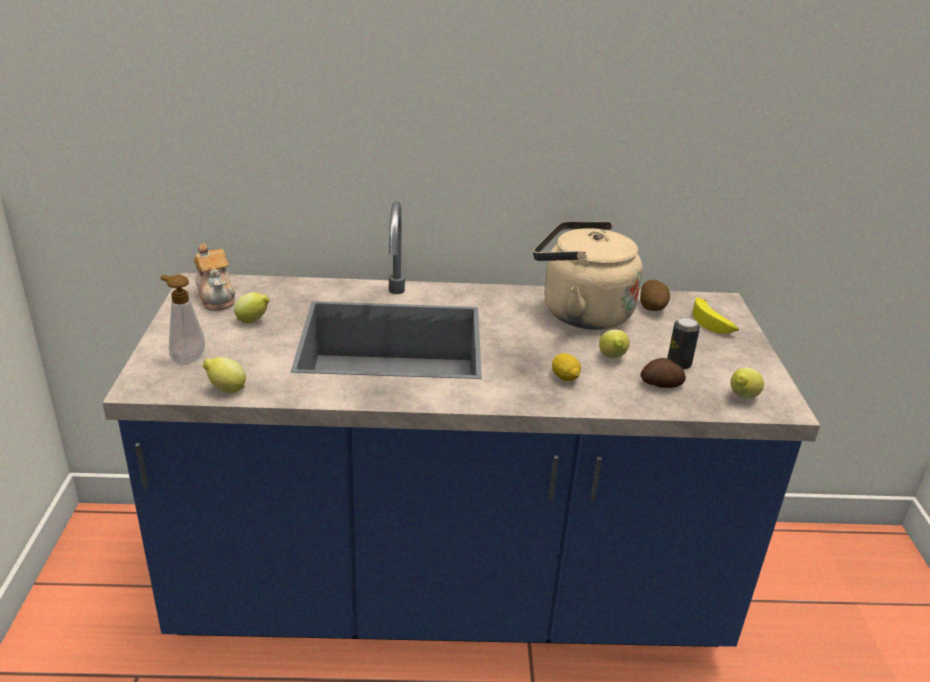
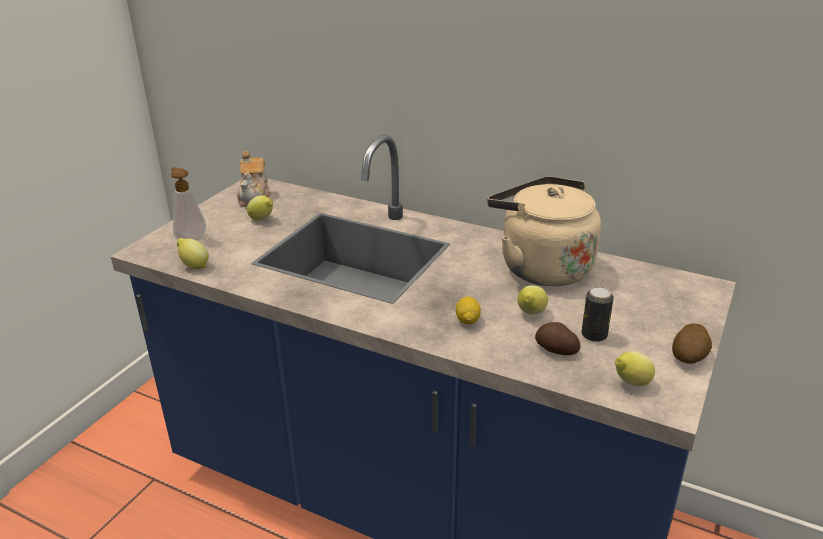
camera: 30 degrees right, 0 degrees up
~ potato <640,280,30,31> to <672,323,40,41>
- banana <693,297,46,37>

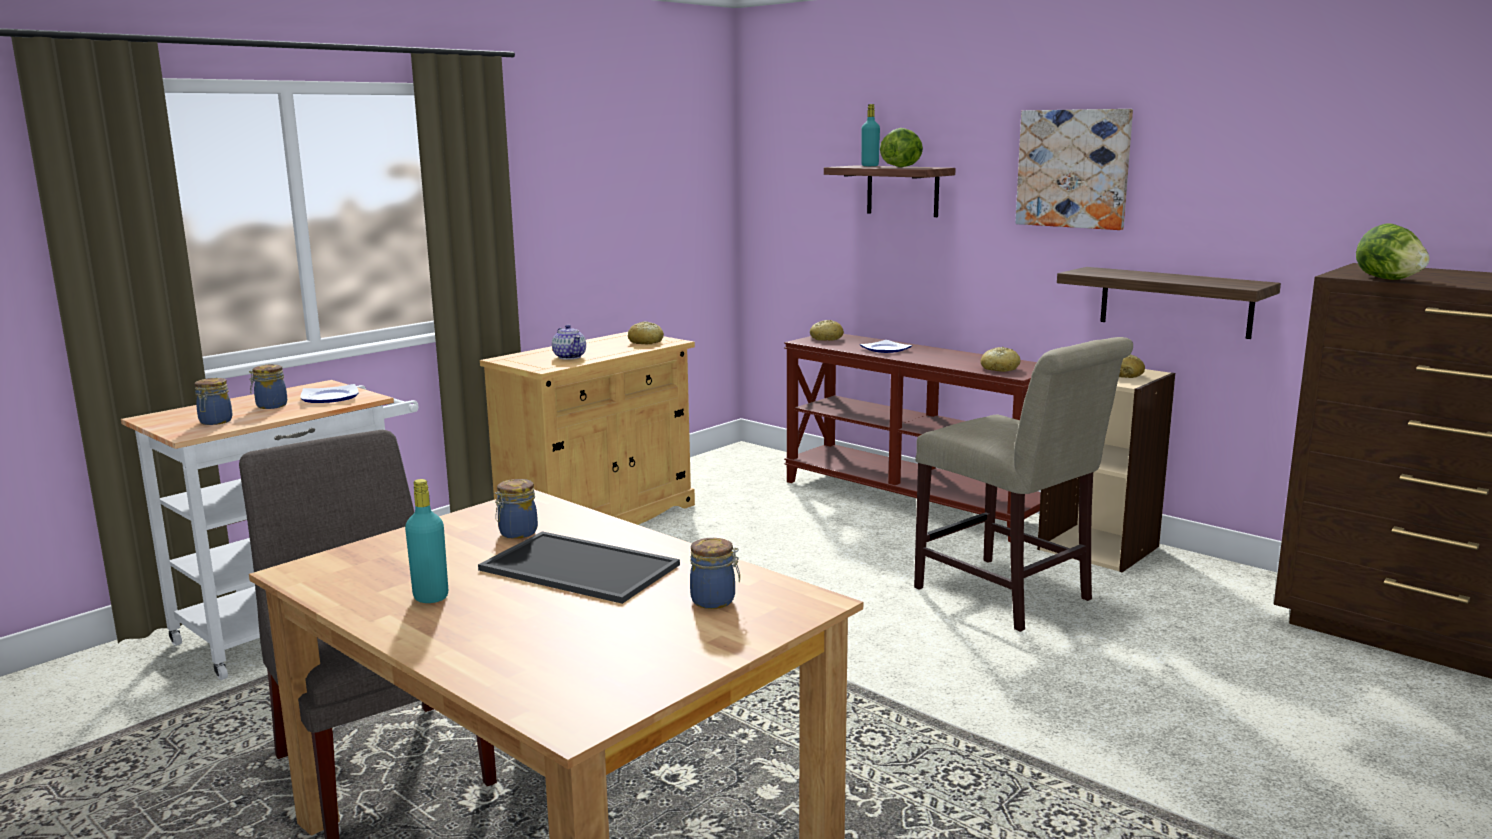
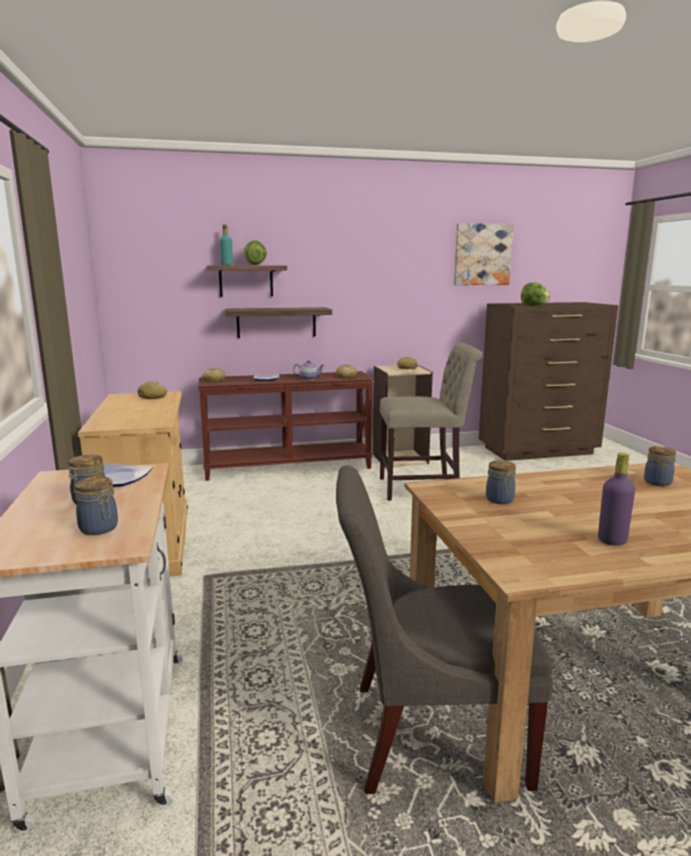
camera: 55 degrees left, 0 degrees up
~ turquoise bottle <405,479,43,124> to purple bottle <598,453,37,93>
- tray <478,531,202,73>
~ teapot <552,324,34,36> to <293,360,31,20>
~ picture <1015,109,118,121> to <454,223,59,62>
~ shelf <1057,267,224,72> to <225,307,107,31>

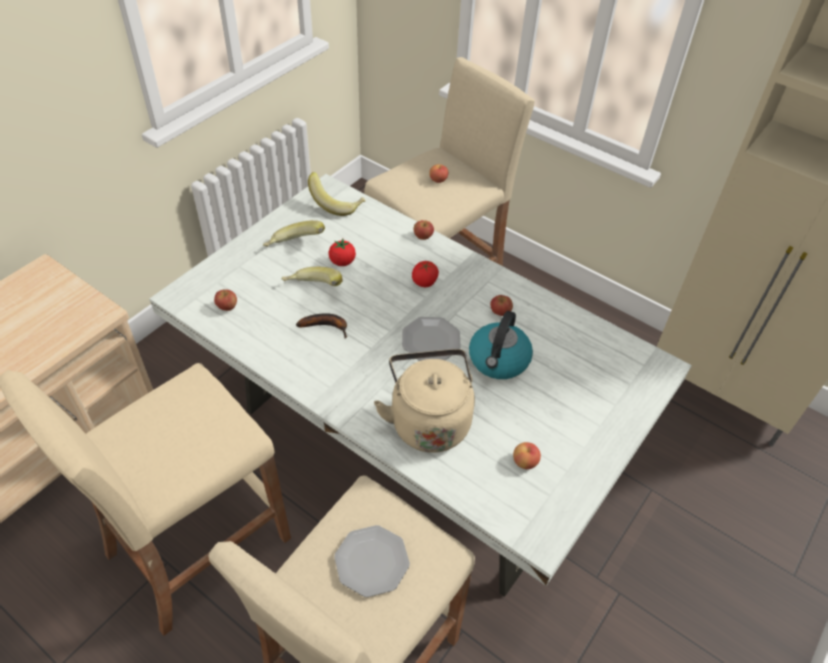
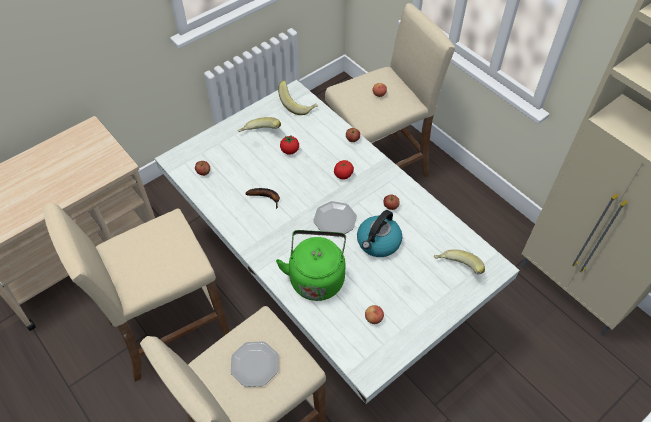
camera: 15 degrees right, 5 degrees up
~ banana <282,267,61,19> to <434,249,51,25>
~ beige kettle <374,349,101,104> to green kettle <276,230,70,71>

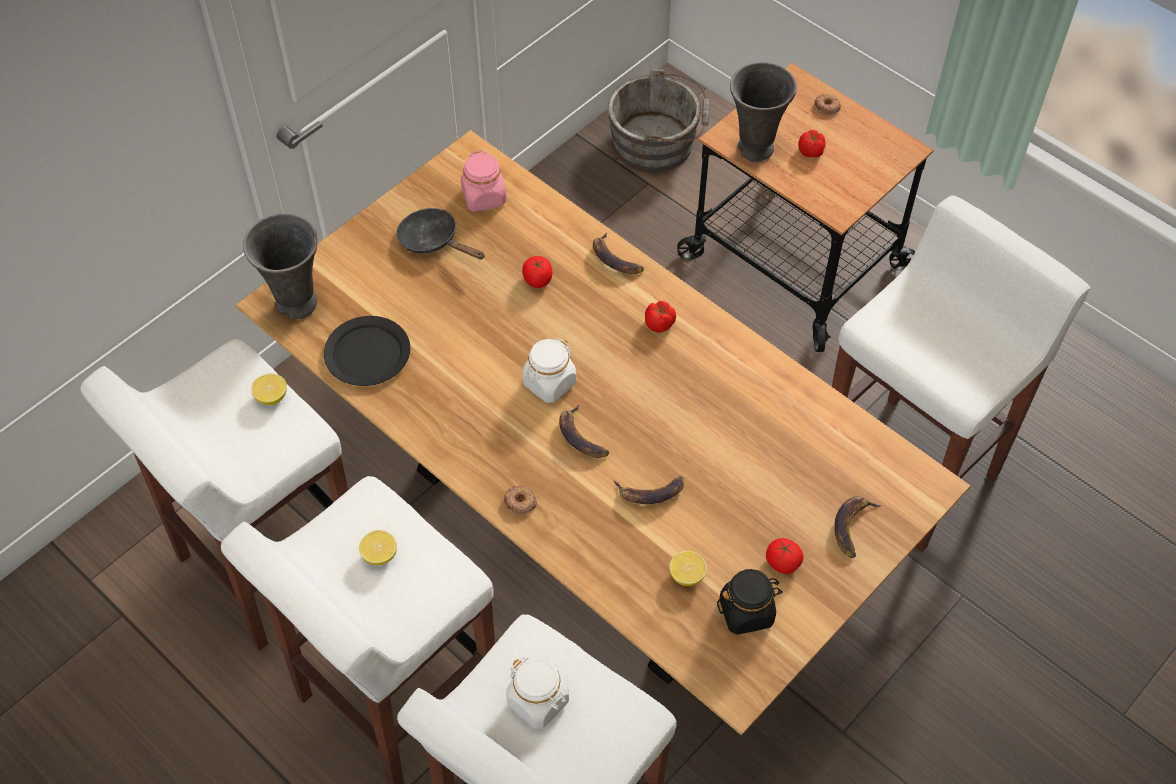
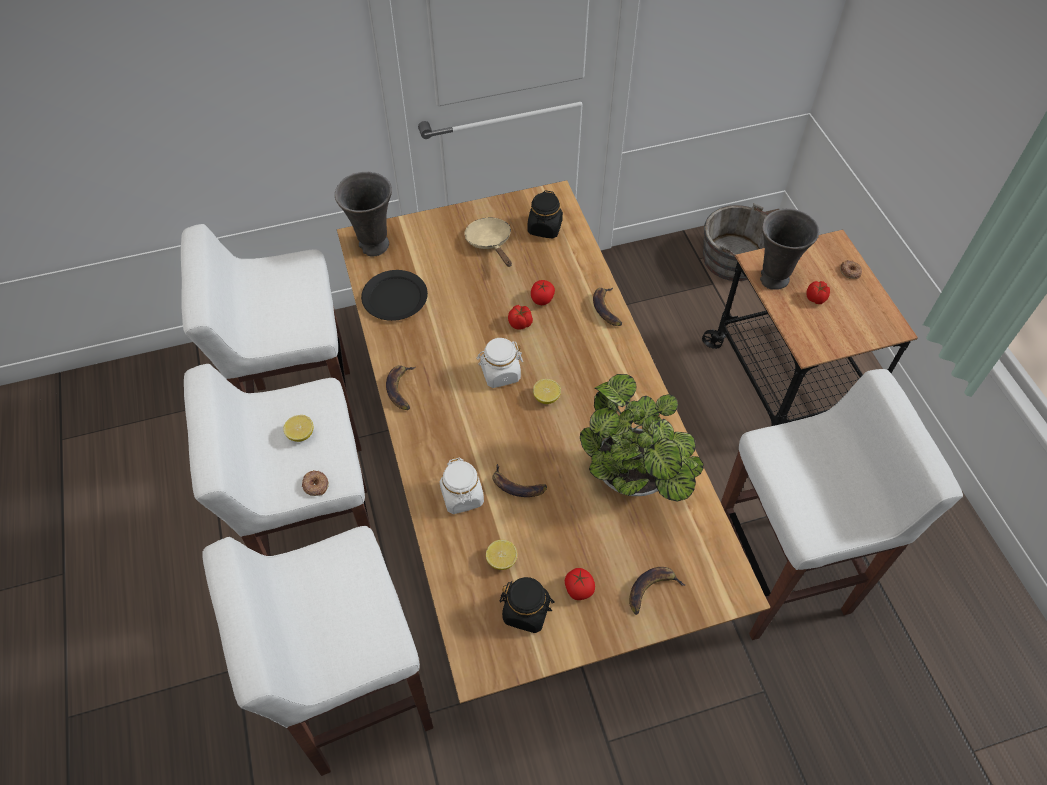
camera: 30 degrees right, 0 degrees up
~ lemon <251,374,36,31> to <533,379,28,25>
~ black frying pan <396,208,89,52> to beige frying pan <464,218,48,49>
~ pink jar <461,150,45,61> to black jar <528,190,35,49>
~ donut <504,486,33,29> to <302,470,27,26>
~ white jar <506,657,63,71> to <440,457,44,57>
~ banana <559,405,50,53> to <386,366,30,44>
~ tomato <645,301,31,32> to <508,305,25,24>
+ potted plant <580,374,124,127>

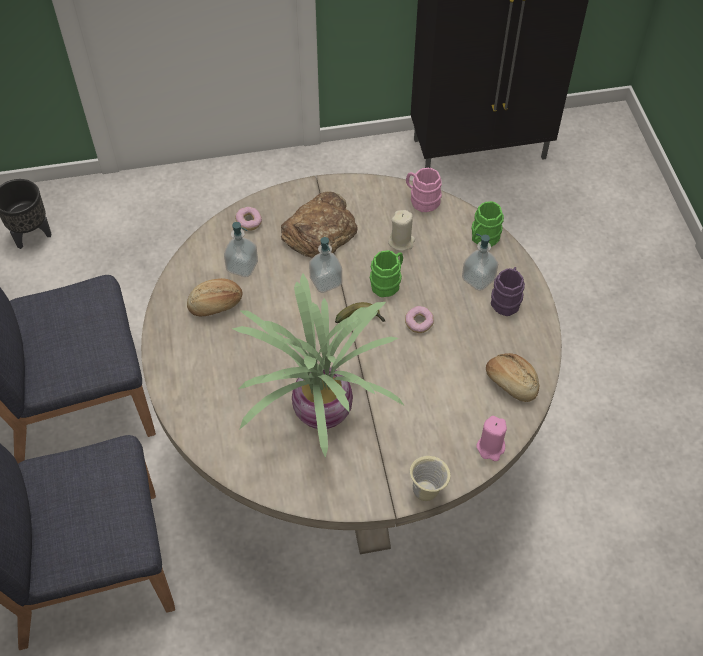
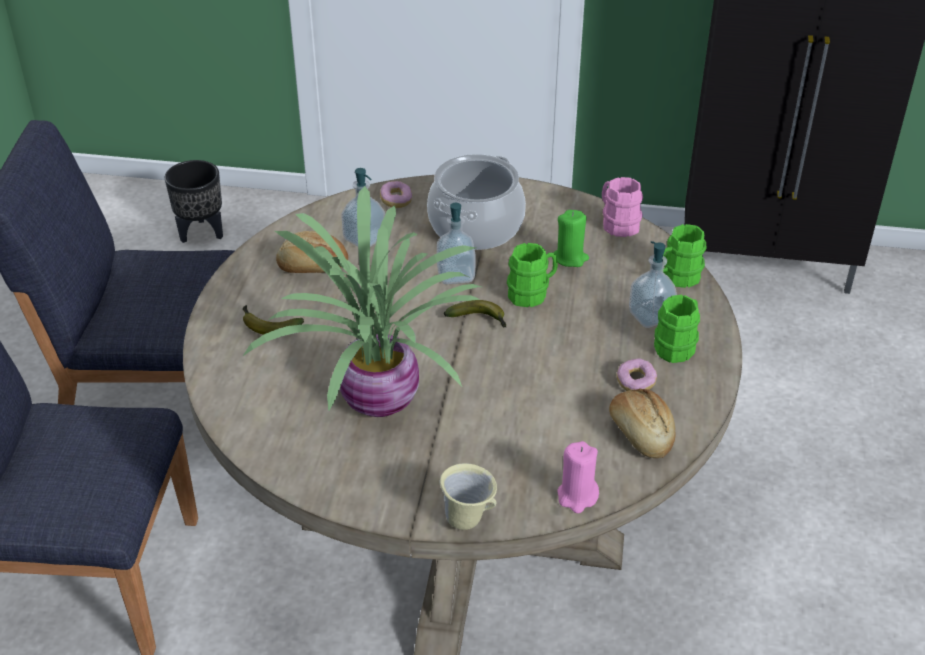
camera: 20 degrees right, 15 degrees down
~ bread <281,192,76,66> to cooking pot <427,154,99,96>
~ beige candle <388,210,27,41> to green candle <553,210,36,57>
~ donut <405,306,29,27> to <617,358,40,33>
~ purple mug <491,267,34,49> to green mug <654,295,46,68>
+ banana <243,305,61,30>

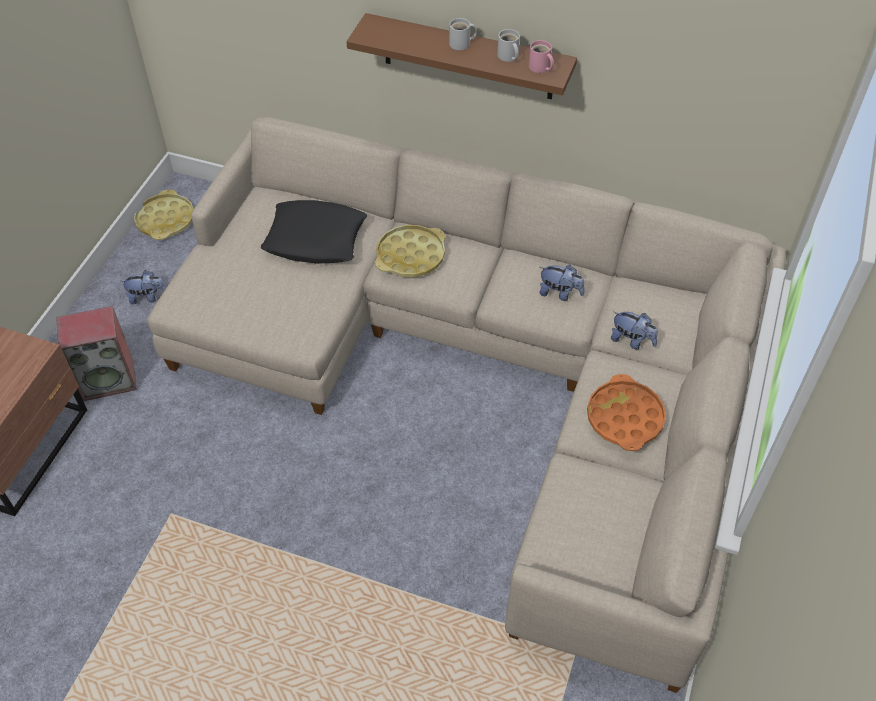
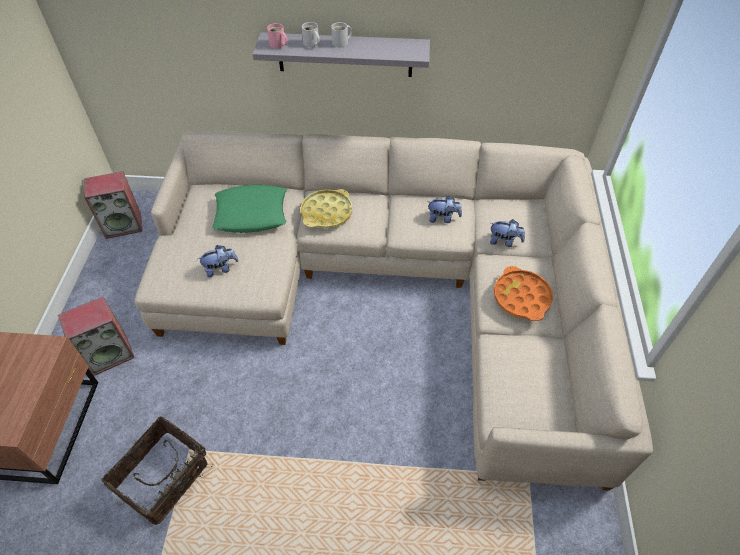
camera: 15 degrees left, 0 degrees up
~ plush toy <121,270,46,34> to <198,245,41,33>
~ yellow tray <134,190,60,50> to speaker <84,171,58,68>
~ black pillow <261,200,106,64> to green pillow <212,185,75,48>
~ brown shelf <346,13,231,86> to grey shelf <253,32,177,45>
~ white mug <497,29,23,33> to <302,22,18,25>
~ pink mug <529,40,25,33> to <267,23,21,26>
+ basket <101,416,111,109>

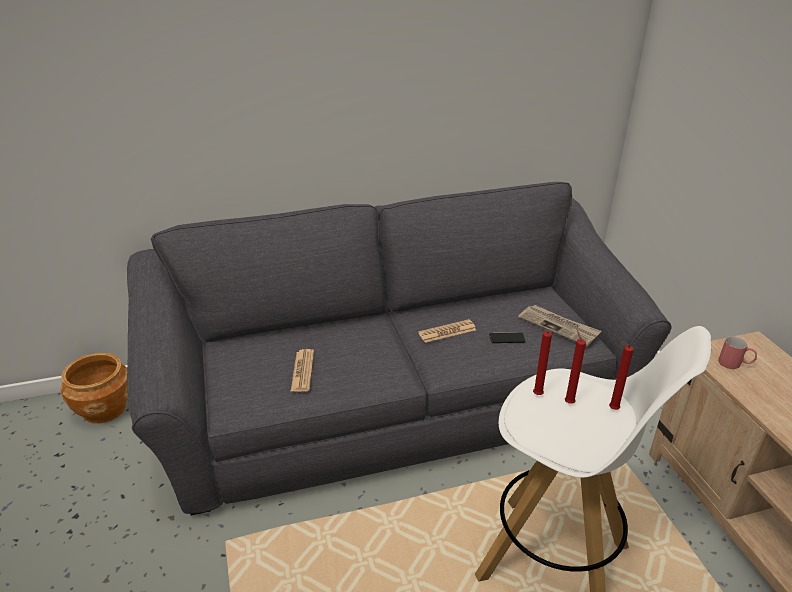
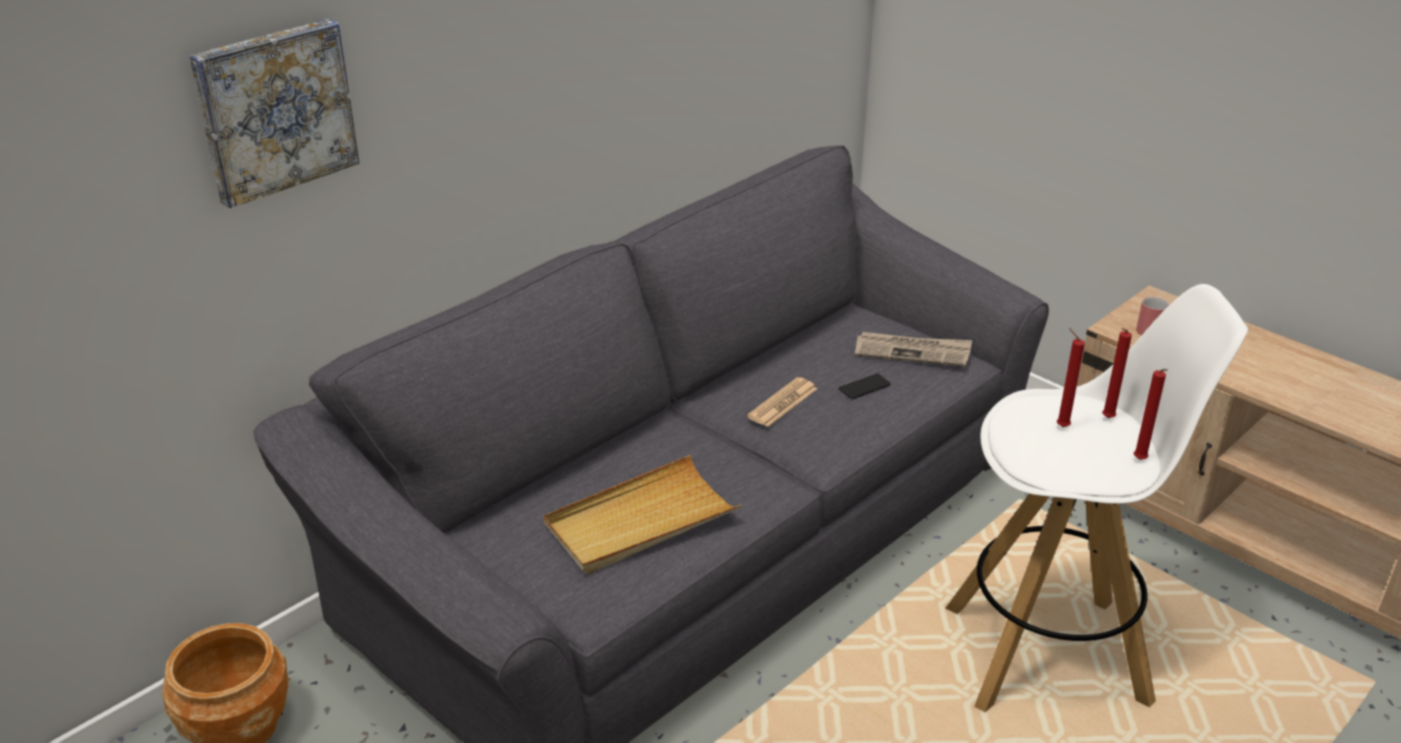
camera: 30 degrees left, 0 degrees up
~ newspaper <291,349,23,43> to beige tray <543,455,198,119>
~ red candle <533,331,19,64> to <1134,369,34,91>
+ picture <189,19,170,189>

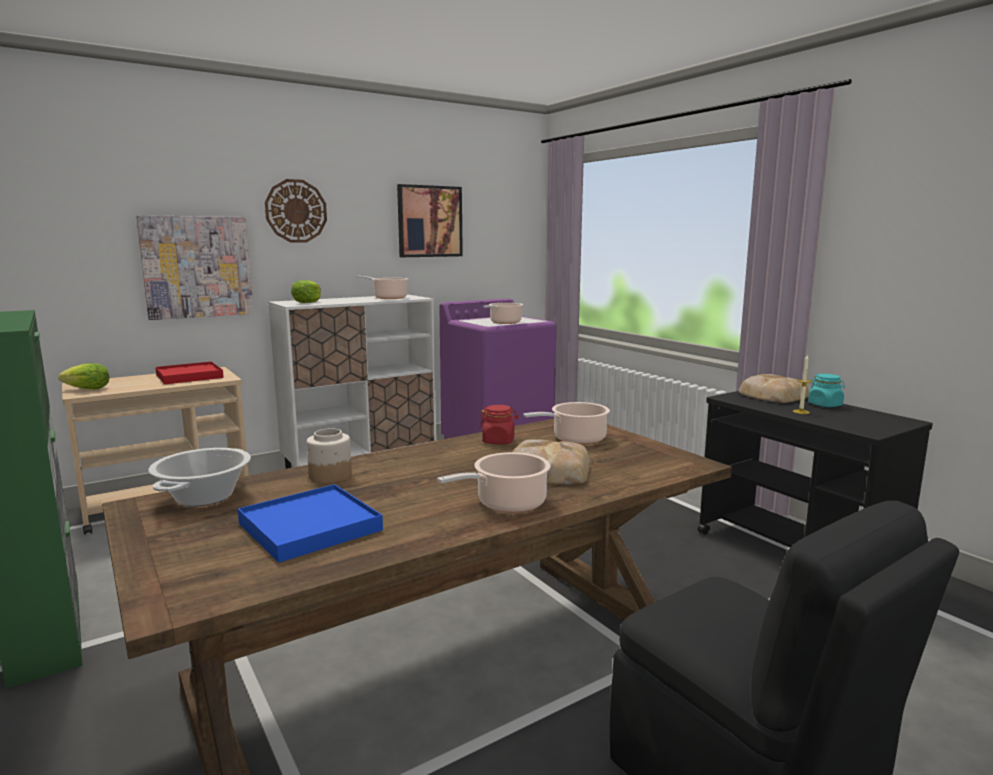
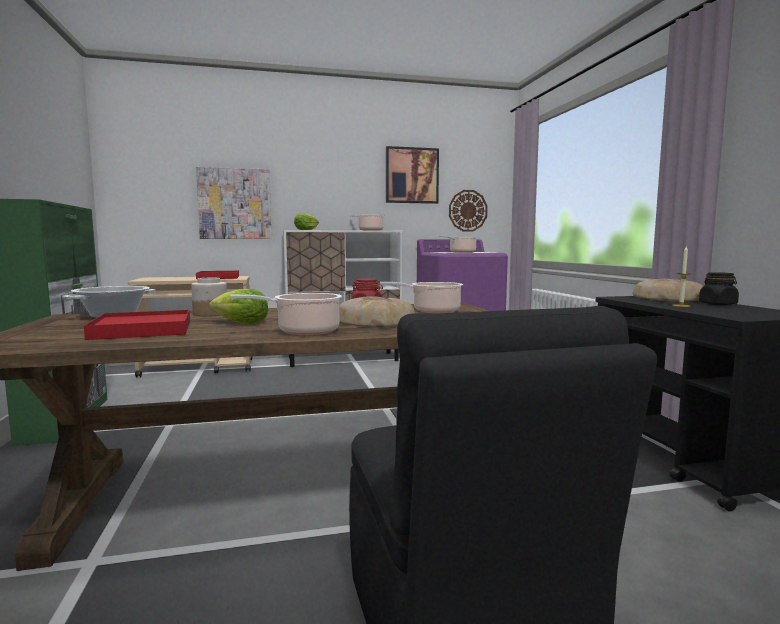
camera: 20 degrees right, 5 degrees down
~ lettuce <58,363,52,26> to <209,289,59,35>
~ blue tray <238,484,145,79> to red tray <84,310,106,30>
~ wall clock <265,179,62,64> to <449,190,39,42>
~ turquoise jar <808,374,37,33> to black jar <699,272,40,33>

